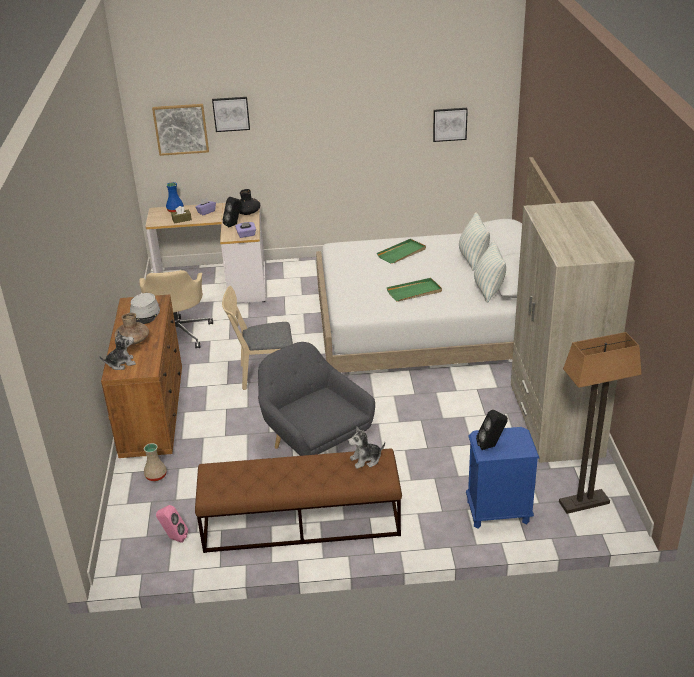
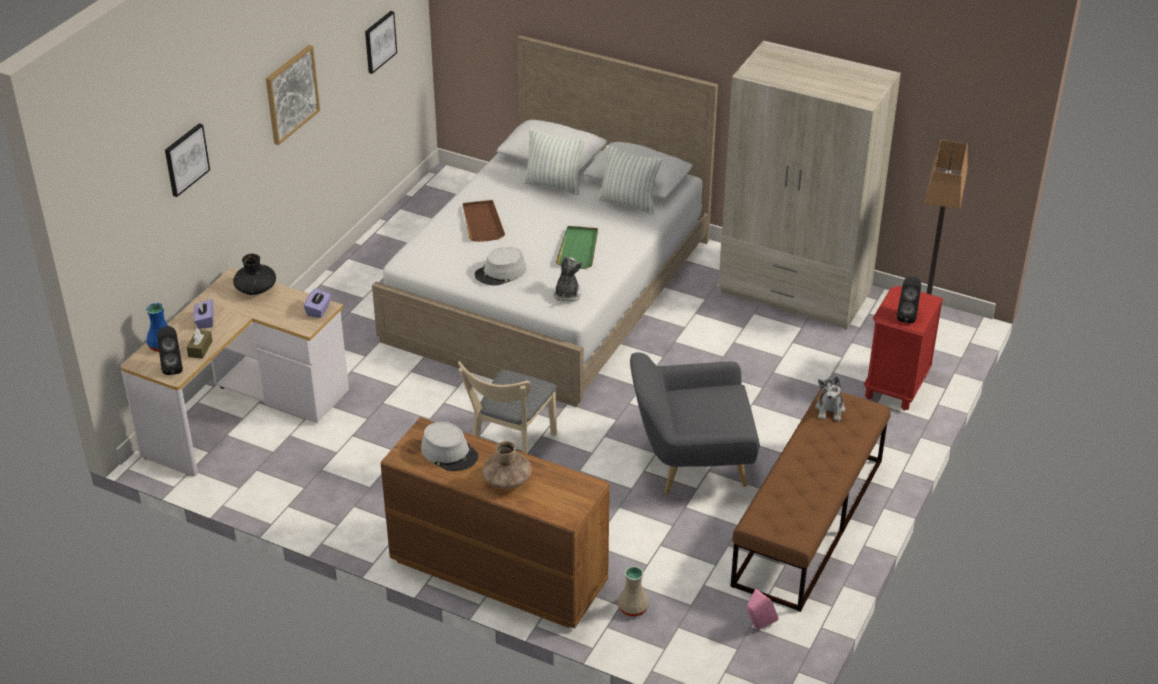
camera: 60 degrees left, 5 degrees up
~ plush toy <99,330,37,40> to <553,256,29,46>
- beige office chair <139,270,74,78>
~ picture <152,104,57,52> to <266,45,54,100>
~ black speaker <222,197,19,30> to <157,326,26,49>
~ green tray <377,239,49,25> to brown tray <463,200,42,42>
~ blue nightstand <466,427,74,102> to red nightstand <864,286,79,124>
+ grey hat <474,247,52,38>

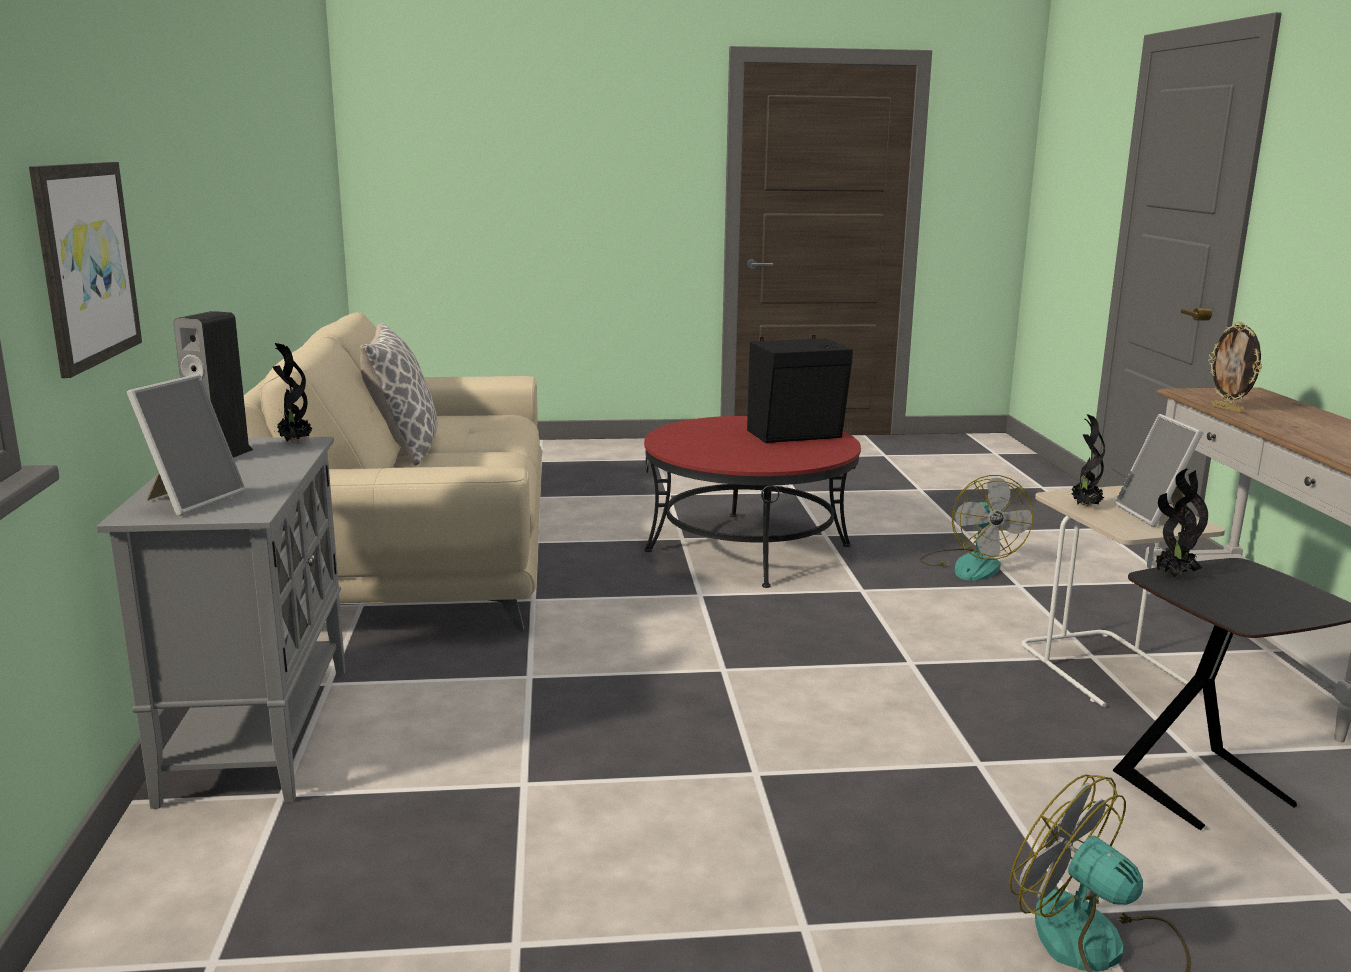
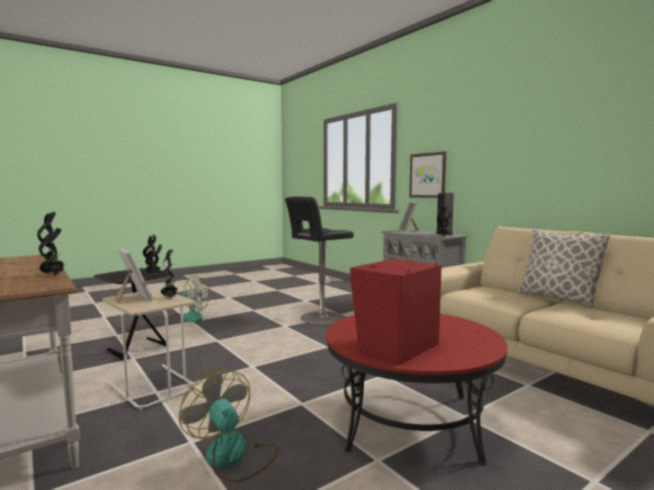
camera: 150 degrees right, 10 degrees down
~ black speaker <747,335,106,108> to red speaker <350,259,92,106>
~ picture frame <1208,322,54,91> to potted plant <37,212,26,63>
+ black stool <285,196,69,128>

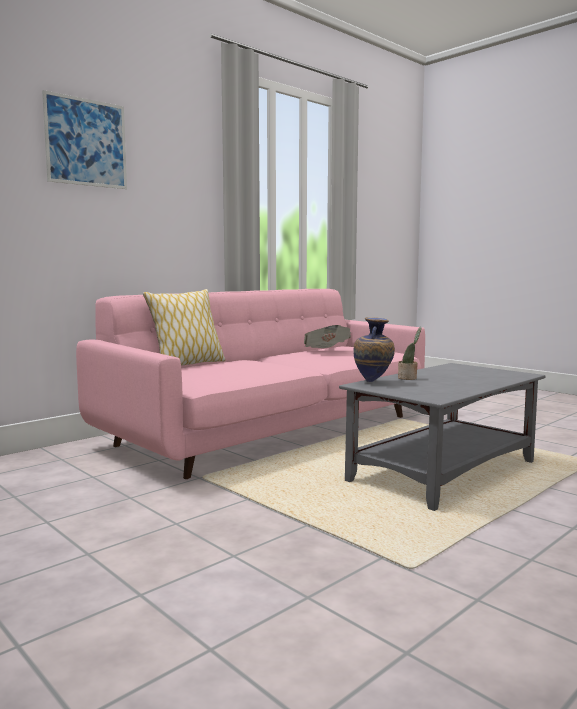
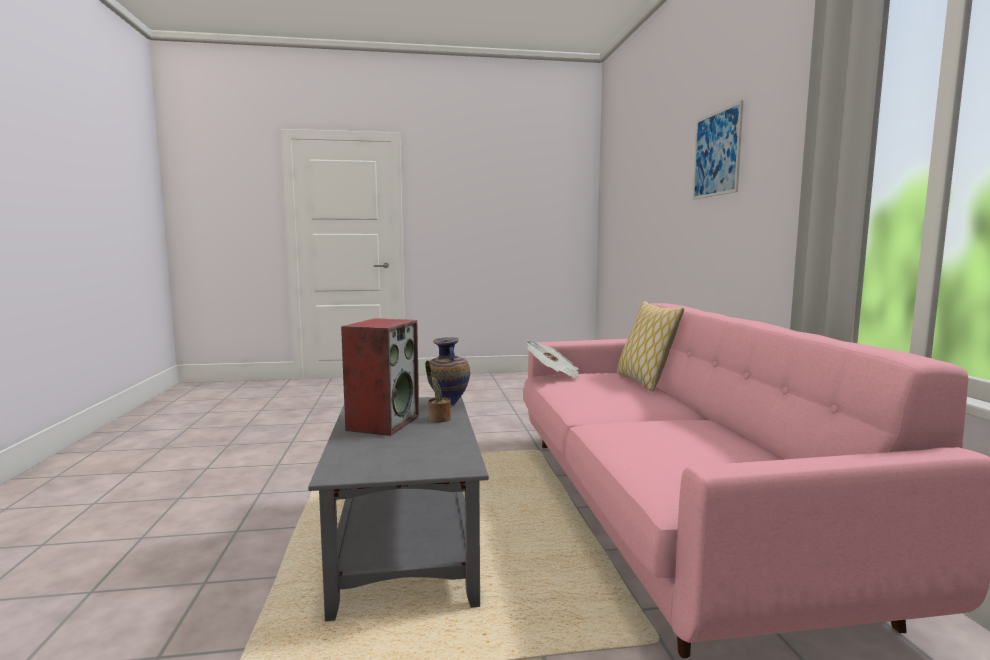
camera: 125 degrees right, 0 degrees up
~ newspaper <304,325,47,23> to <525,340,54,39>
+ speaker <341,318,78,118>

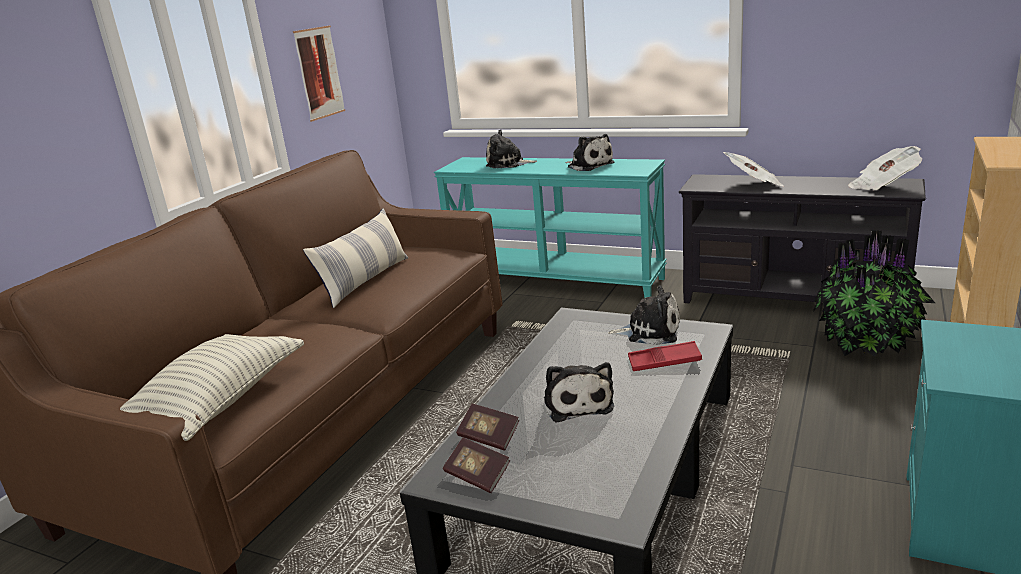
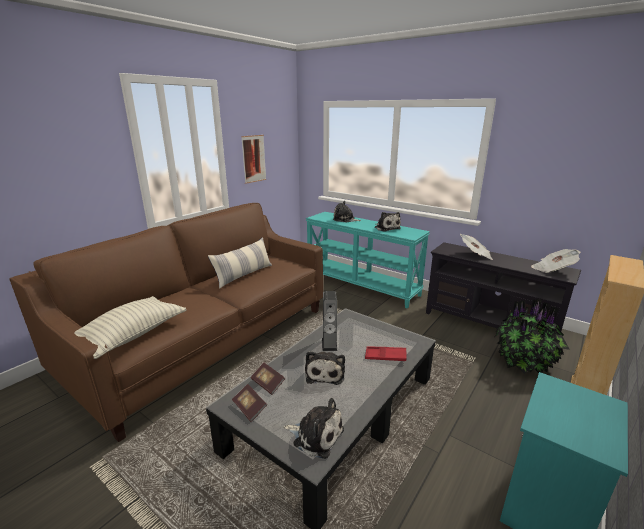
camera: 10 degrees right, 0 degrees up
~ plush toy <608,285,72,60> to <284,398,60,61>
+ speaker <322,291,15,60>

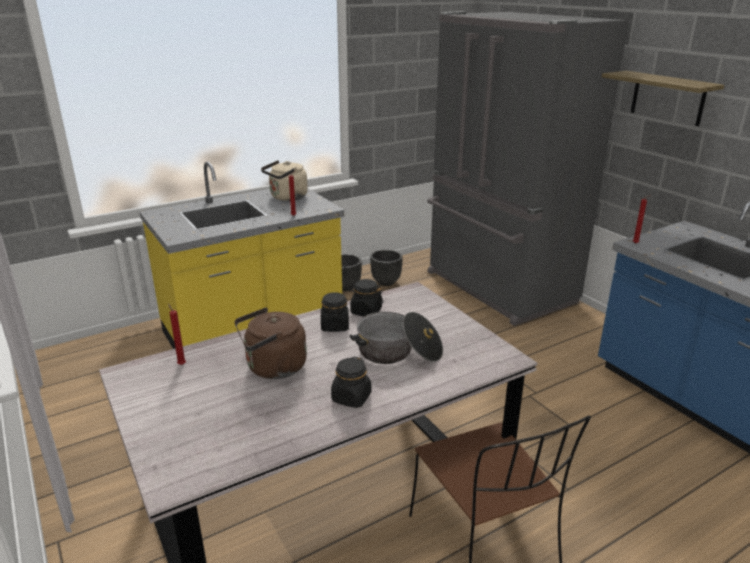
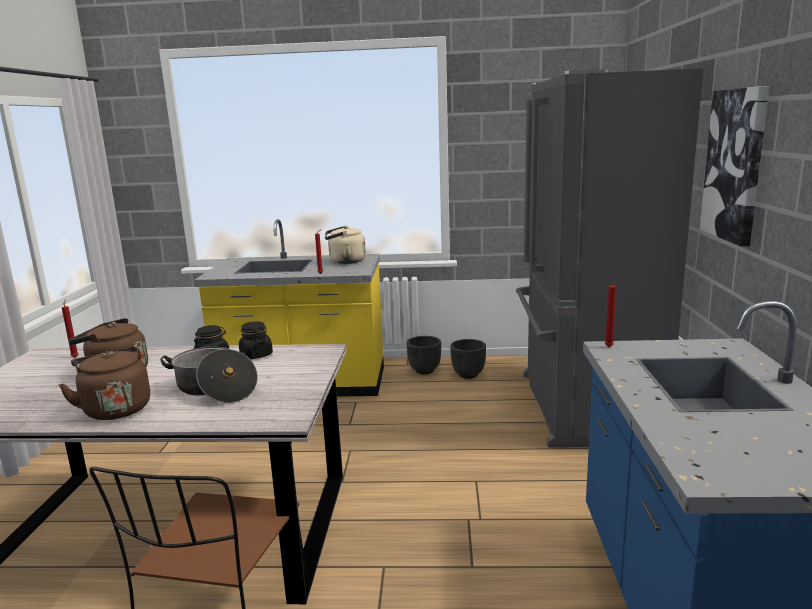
camera: 35 degrees right, 10 degrees down
~ black jar <331,357,40,51> to brown kettle <59,347,91,73>
~ shelf <602,71,123,55> to picture <700,86,69,160>

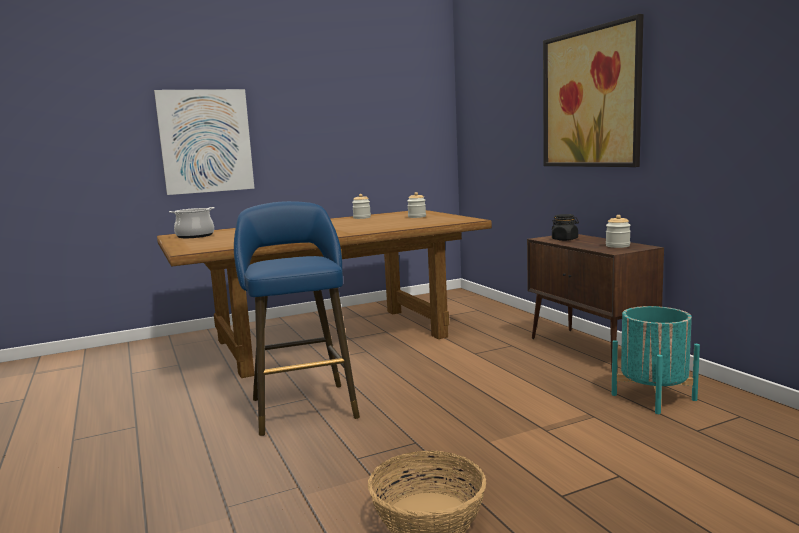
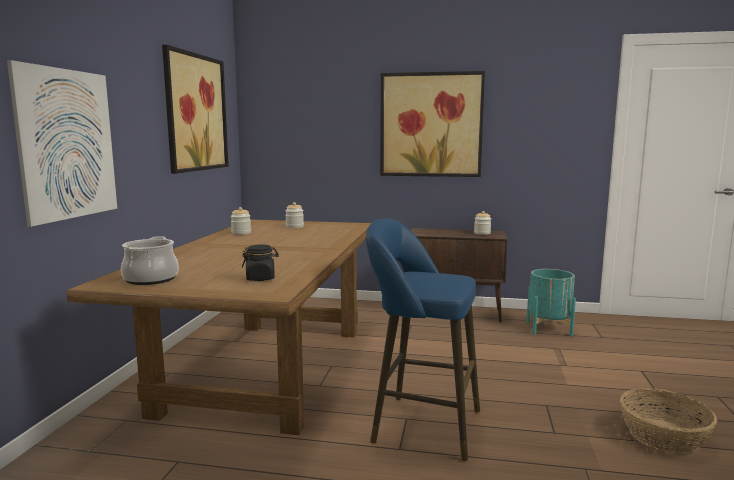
camera: 55 degrees left, 0 degrees up
~ black jar <552,214,27,27> to <242,245,37,36>
+ picture <162,45,67,129>

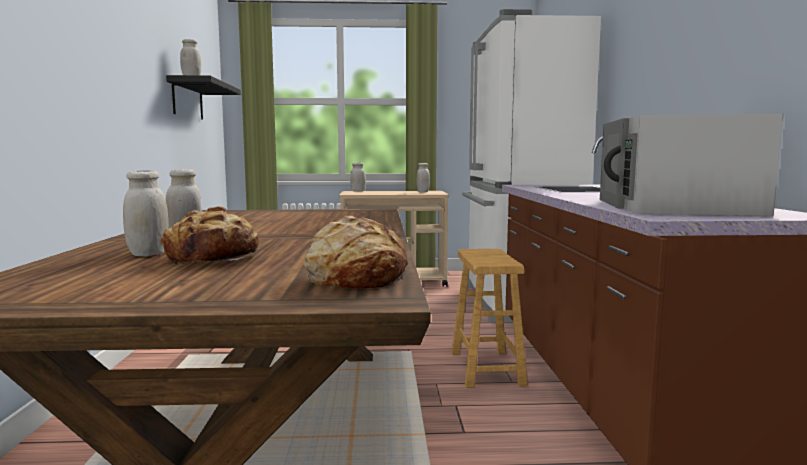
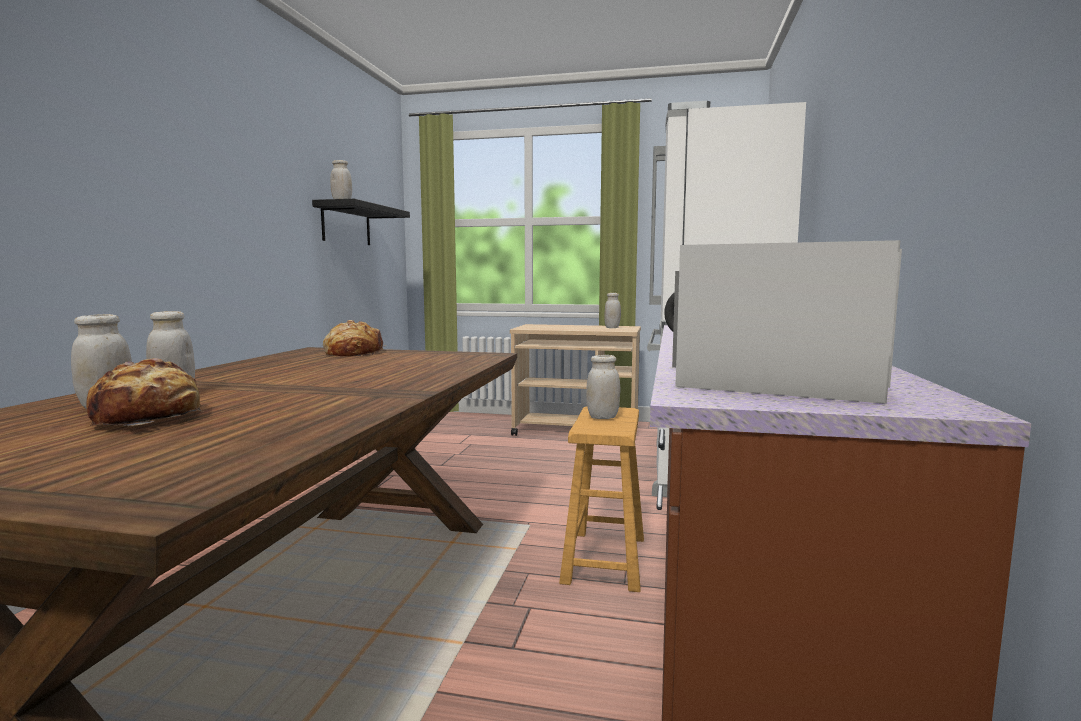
camera: 15 degrees right, 0 degrees up
~ bread <304,216,104,72> to <323,320,63,37>
~ white jar <350,162,16,30> to <586,355,34,64>

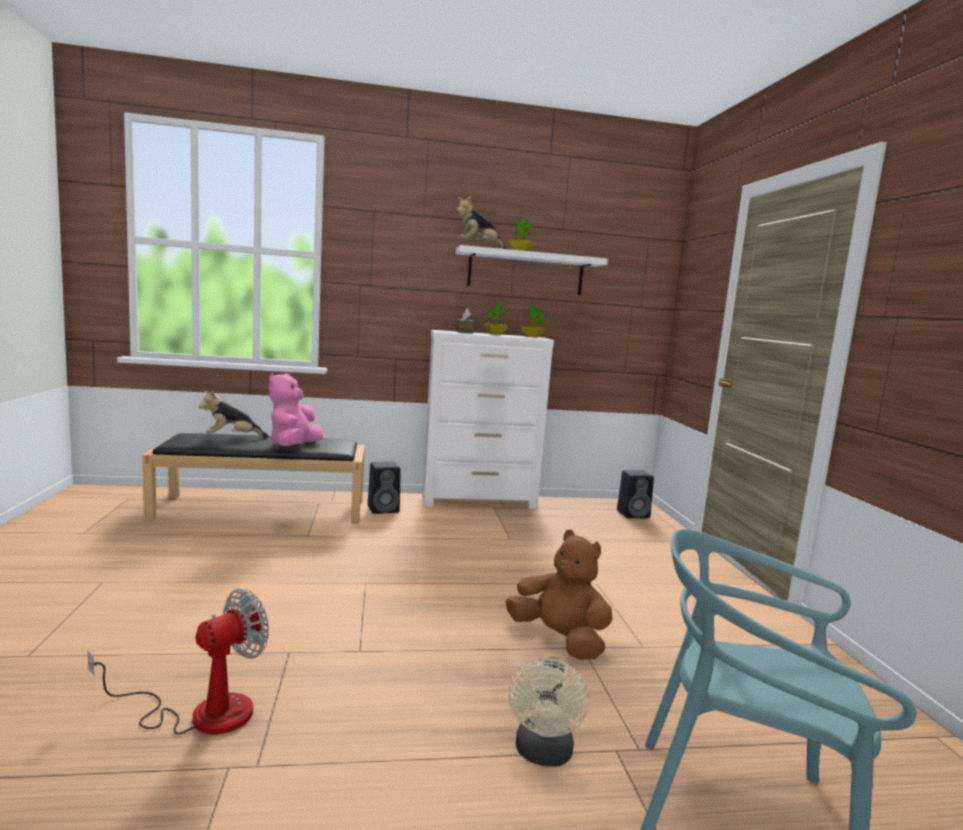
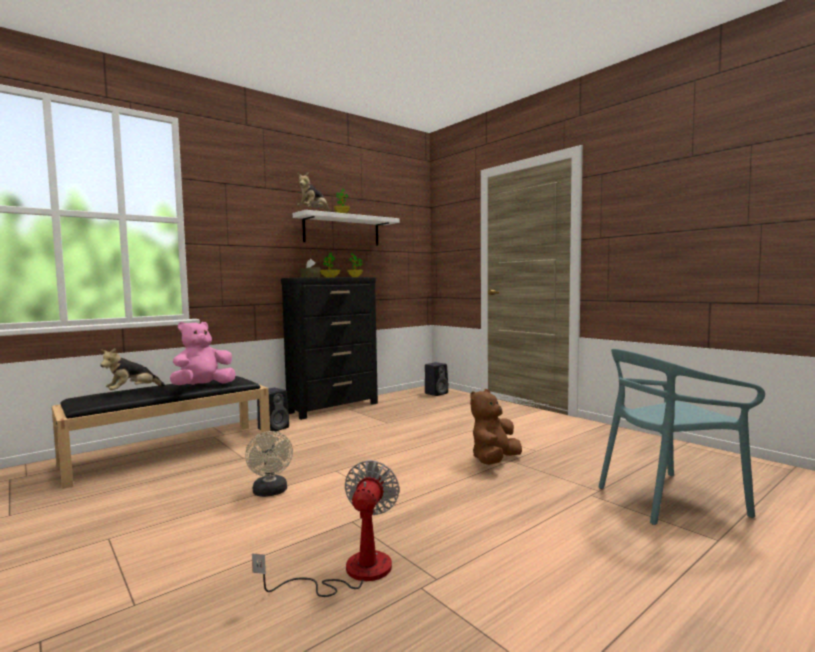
camera: 30 degrees left, 5 degrees down
~ pink plush toy <269,373,54,73> = <170,322,65,63> 60 degrees clockwise
~ white dresser <422,330,132,179> to black dresser <281,277,97,143>
~ brown plush toy <506,530,107,130> = <470,389,52,76> 60 degrees counterclockwise
~ beige fan <508,657,82,110> to <245,431,48,66>

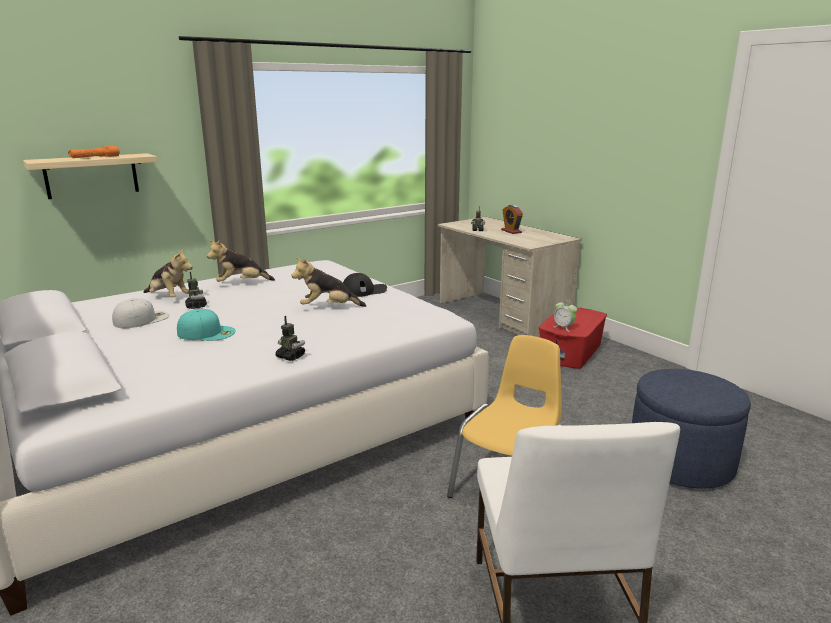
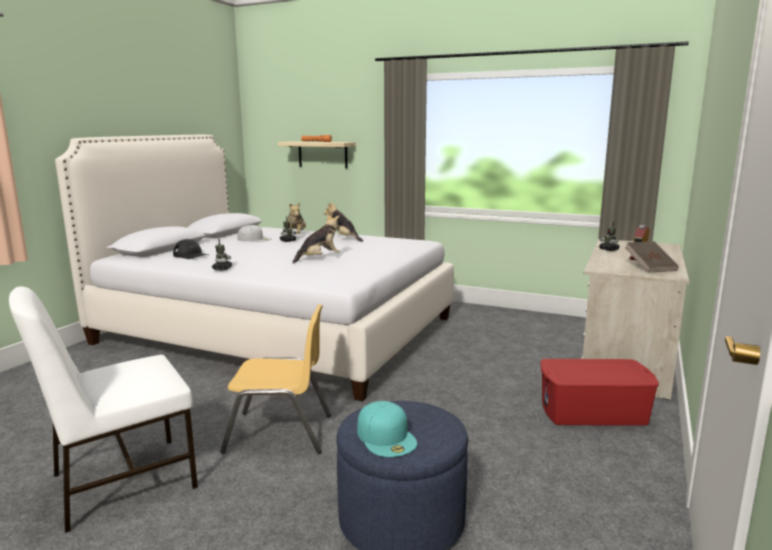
camera: 60 degrees right, 5 degrees down
~ turquoise cap <177,309,59,32> to <357,401,60,56>
~ plush toy <292,257,74,50> = <292,214,48,49> 90 degrees clockwise
~ black cap <343,273,44,24> to <173,239,35,20>
- alarm clock <553,300,24,32>
+ brown book <625,241,54,32>

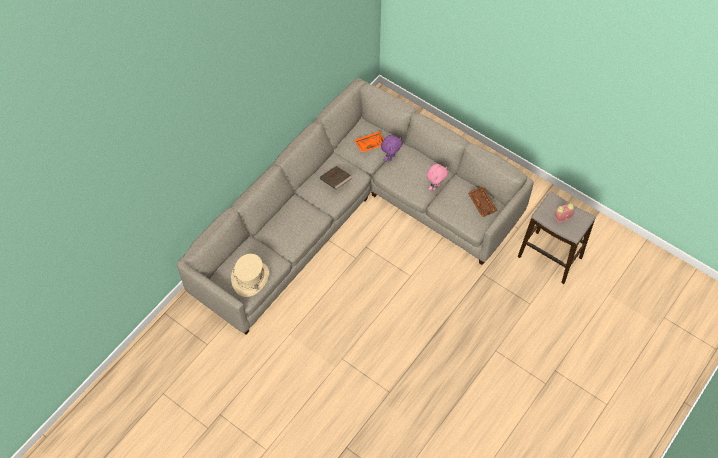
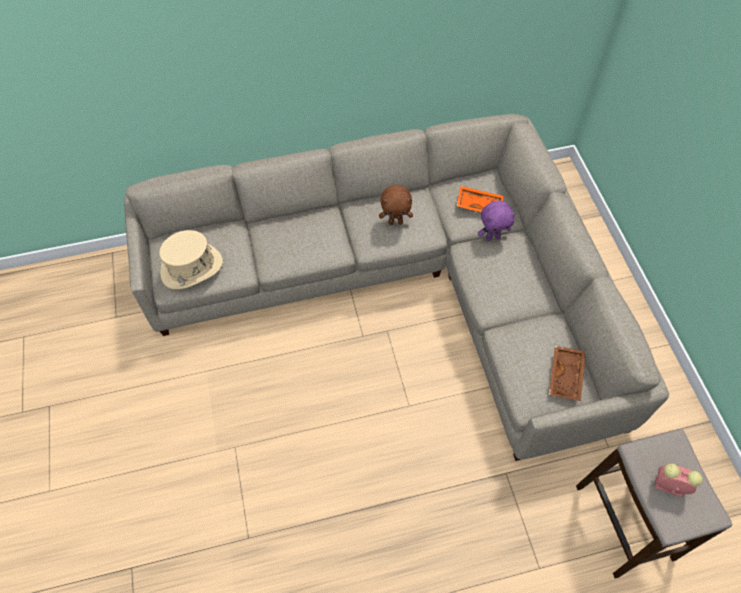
camera: 40 degrees right, 0 degrees up
~ brown book <320,166,32,23> to brown plush toy <379,185,34,40>
- pink plush toy <426,164,22,26>

